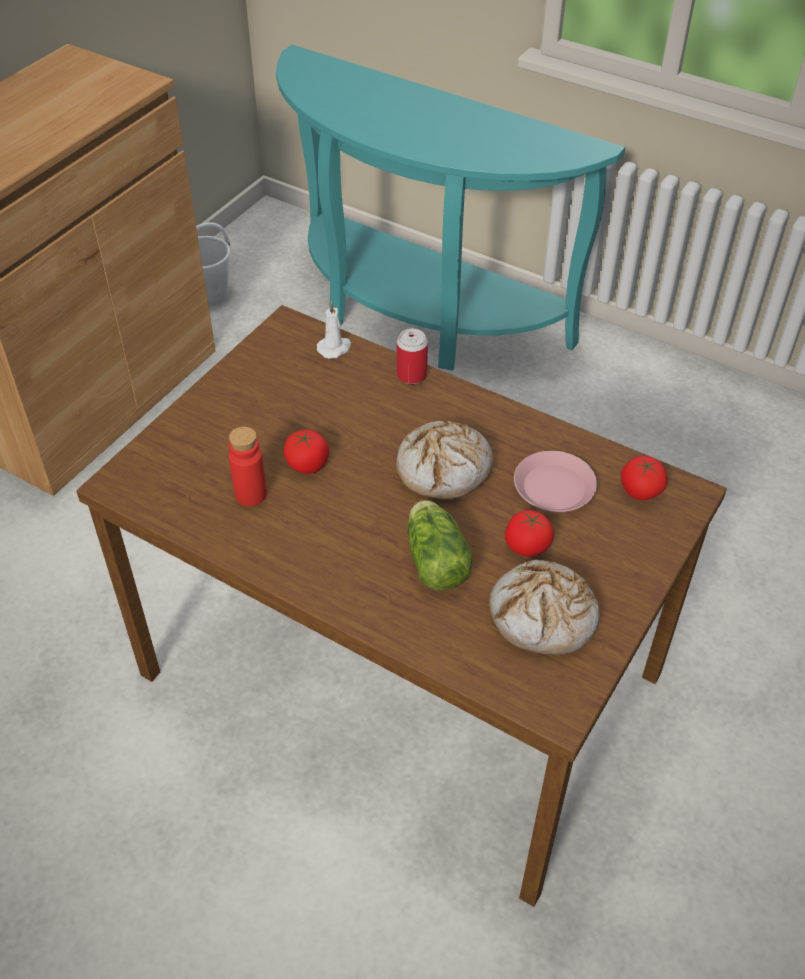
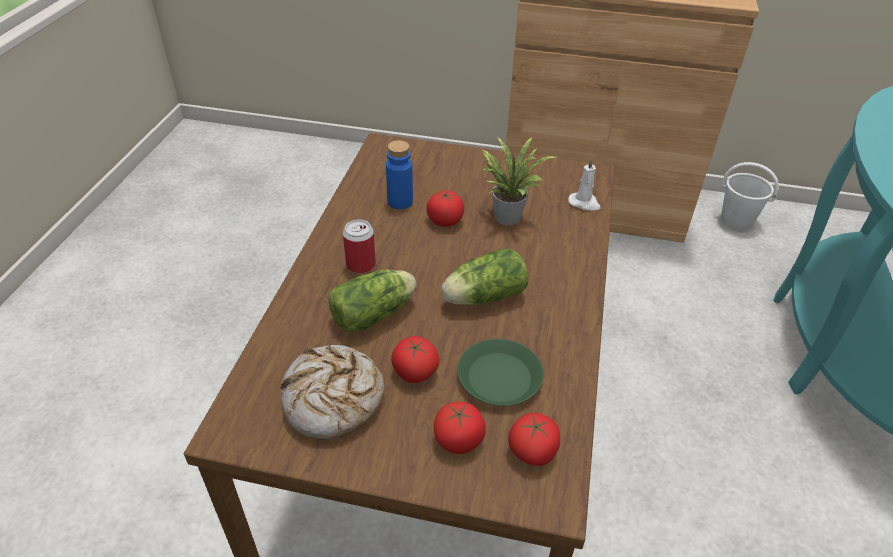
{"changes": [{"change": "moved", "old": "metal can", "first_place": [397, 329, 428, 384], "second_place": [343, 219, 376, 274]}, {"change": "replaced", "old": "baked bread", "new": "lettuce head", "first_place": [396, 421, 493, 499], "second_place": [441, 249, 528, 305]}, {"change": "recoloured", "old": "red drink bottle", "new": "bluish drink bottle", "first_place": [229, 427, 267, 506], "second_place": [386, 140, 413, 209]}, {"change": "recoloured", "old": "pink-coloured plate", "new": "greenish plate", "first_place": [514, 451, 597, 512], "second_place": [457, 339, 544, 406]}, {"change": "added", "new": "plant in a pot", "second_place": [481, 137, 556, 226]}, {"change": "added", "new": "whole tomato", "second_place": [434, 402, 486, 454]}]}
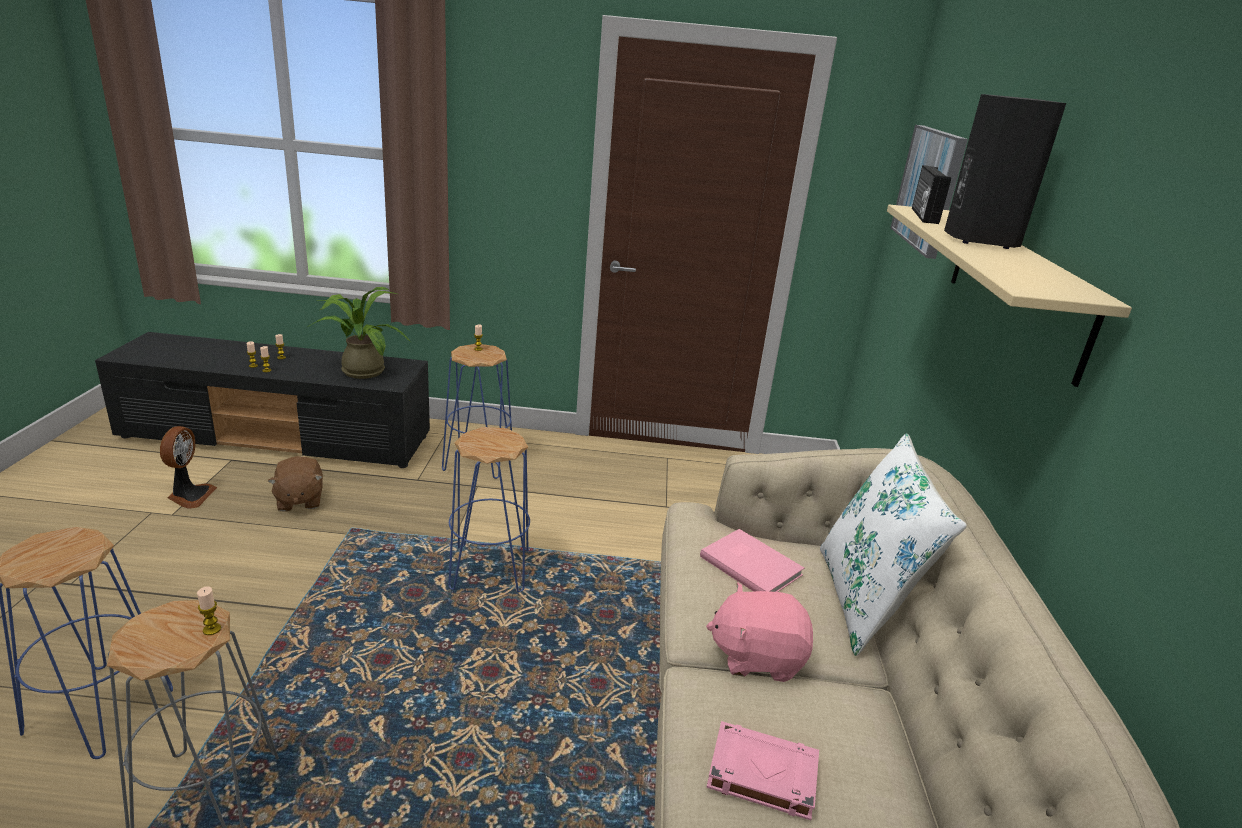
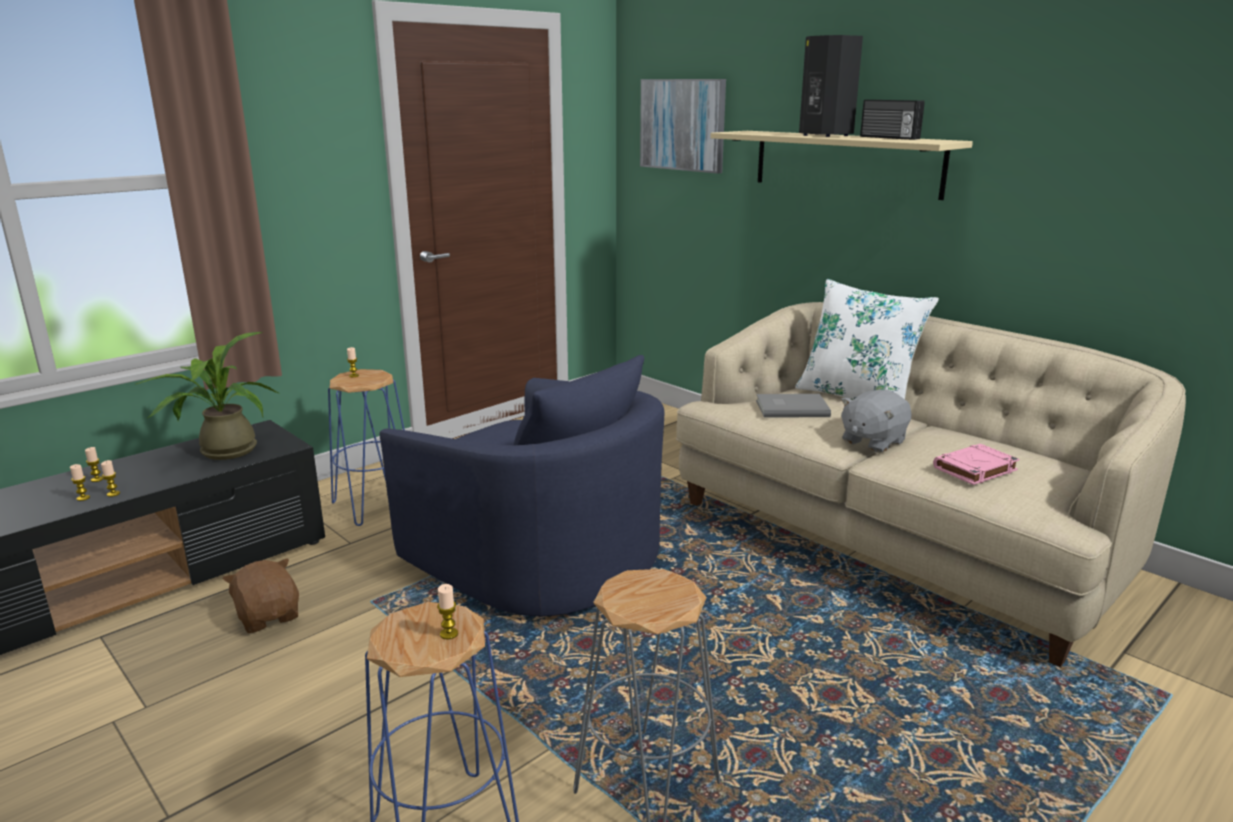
{"changes": [{"change": "moved", "old": "radio", "first_place": [912, 165, 951, 224], "second_place": [860, 100, 925, 140]}, {"change": "removed", "old": "cooling fan", "first_place": [160, 426, 217, 509]}, {"change": "replaced", "old": "bluish sitting stool", "new": "bluish easy chair", "first_place": [448, 427, 530, 593], "second_place": [380, 355, 664, 616]}, {"change": "turned", "old": "brownish cuddly toy", "first_place": [267, 456, 323, 511], "second_place": [223, 558, 299, 633], "degrees": -150}, {"change": "recoloured", "old": "pink-coloured book", "new": "greyish book", "first_place": [700, 529, 805, 592], "second_place": [756, 394, 831, 418]}, {"change": "recoloured", "old": "pink-coloured cuddly toy", "new": "greyish cuddly toy", "first_place": [706, 583, 813, 682], "second_place": [841, 389, 912, 453]}, {"change": "moved", "old": "wax light", "first_place": [197, 586, 221, 635], "second_place": [437, 584, 458, 640]}]}
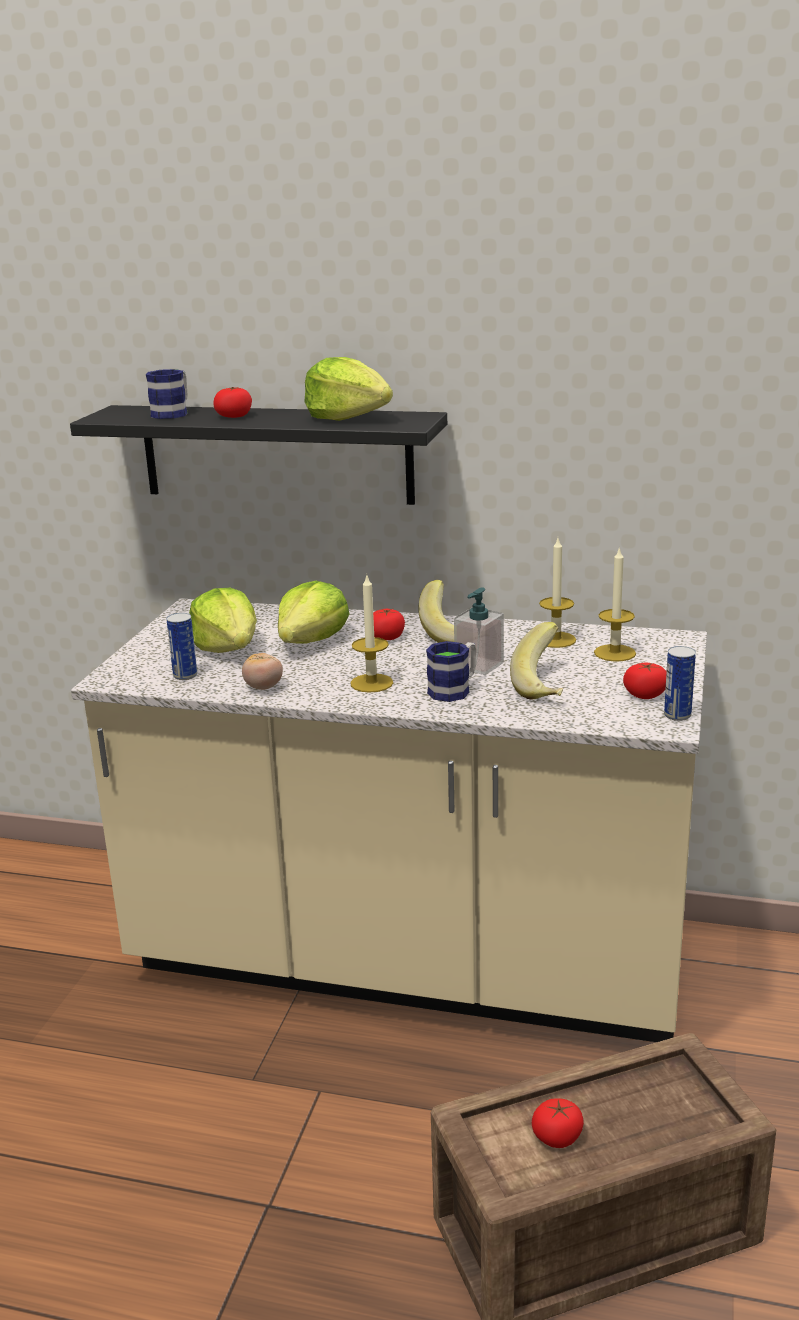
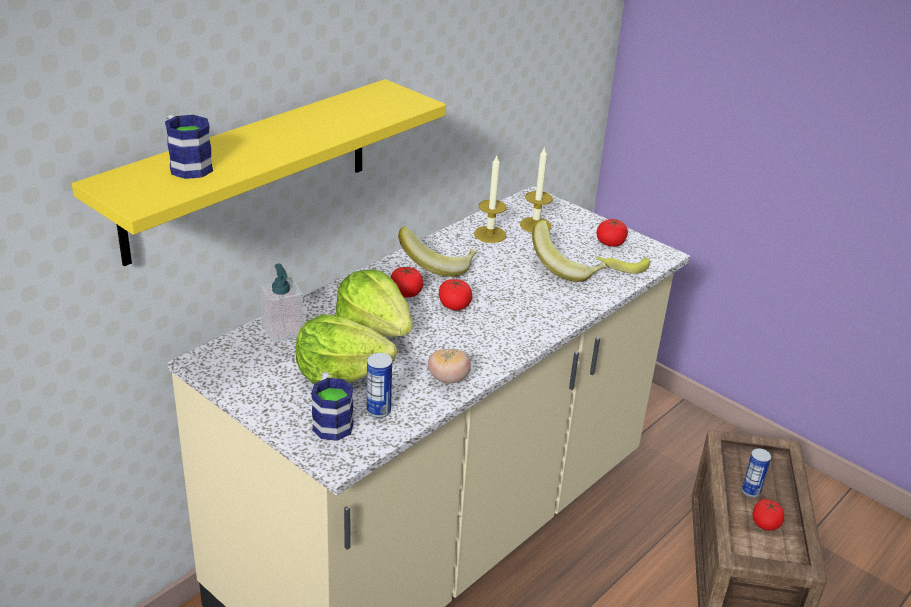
{"changes": [{"change": "removed", "old": "lettuce head", "first_place": [304, 357, 393, 421]}, {"change": "moved", "old": "whole tomato", "first_place": [213, 387, 252, 418], "second_place": [439, 279, 472, 310]}, {"change": "recoloured", "old": "blackish shelf", "new": "yellow-coloured shelf", "first_place": [70, 405, 447, 505], "second_place": [72, 79, 446, 266]}, {"change": "removed", "old": "wax light", "first_place": [350, 576, 393, 693]}, {"change": "moved", "old": "soap dispenser", "first_place": [454, 588, 504, 675], "second_place": [259, 264, 304, 342]}, {"change": "moved", "old": "mug", "first_place": [426, 641, 476, 702], "second_place": [311, 372, 353, 441]}, {"change": "moved", "old": "metal can", "first_place": [664, 646, 696, 721], "second_place": [742, 448, 771, 498]}, {"change": "added", "new": "banana fruit", "second_place": [595, 256, 650, 274]}]}
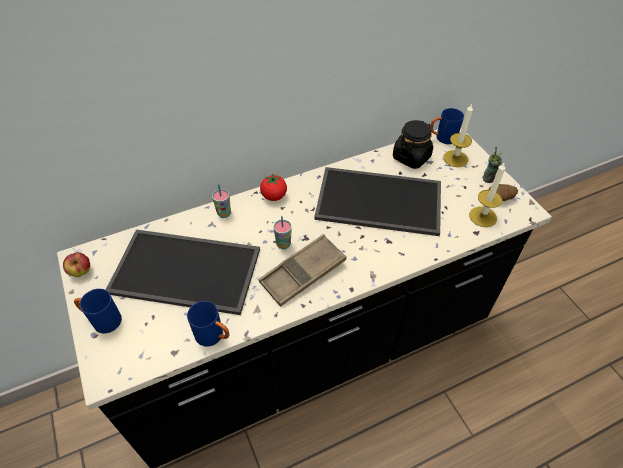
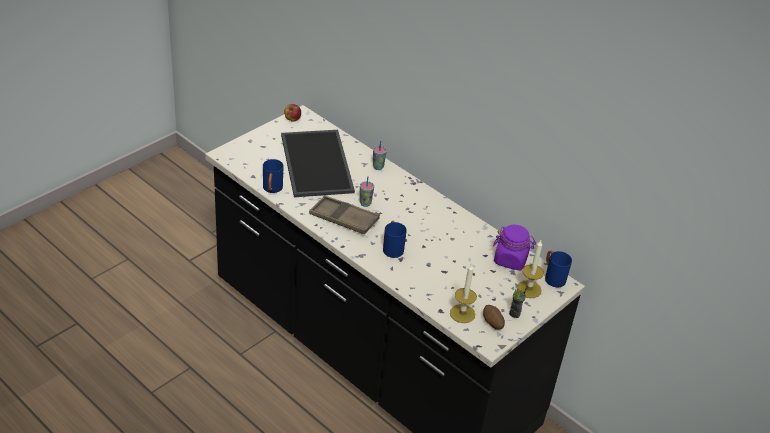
{"changes": [{"change": "recoloured", "old": "blackish jar", "new": "purplish jar", "first_place": [393, 120, 433, 169], "second_place": [493, 225, 536, 270]}, {"change": "removed", "old": "carrying tray", "first_place": [314, 167, 441, 236]}, {"change": "removed", "old": "whole tomato", "first_place": [260, 173, 287, 201]}, {"change": "moved", "old": "bluish mug", "first_place": [74, 289, 122, 334], "second_place": [383, 221, 407, 258]}]}
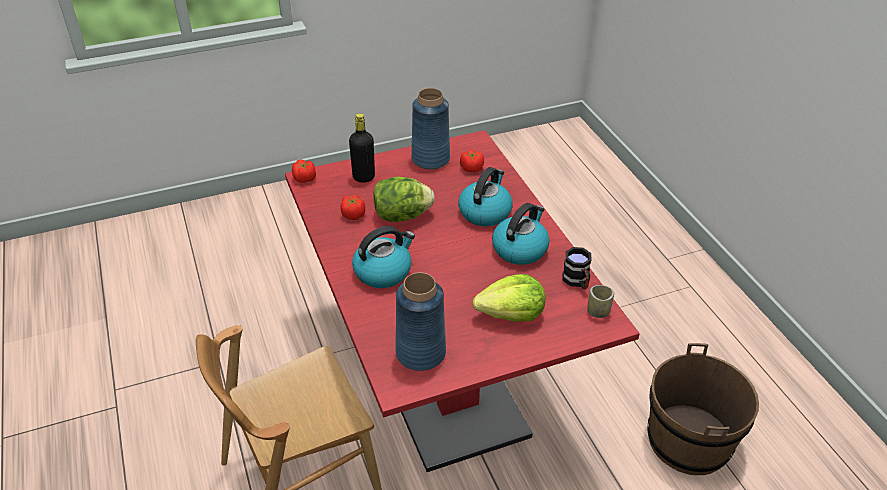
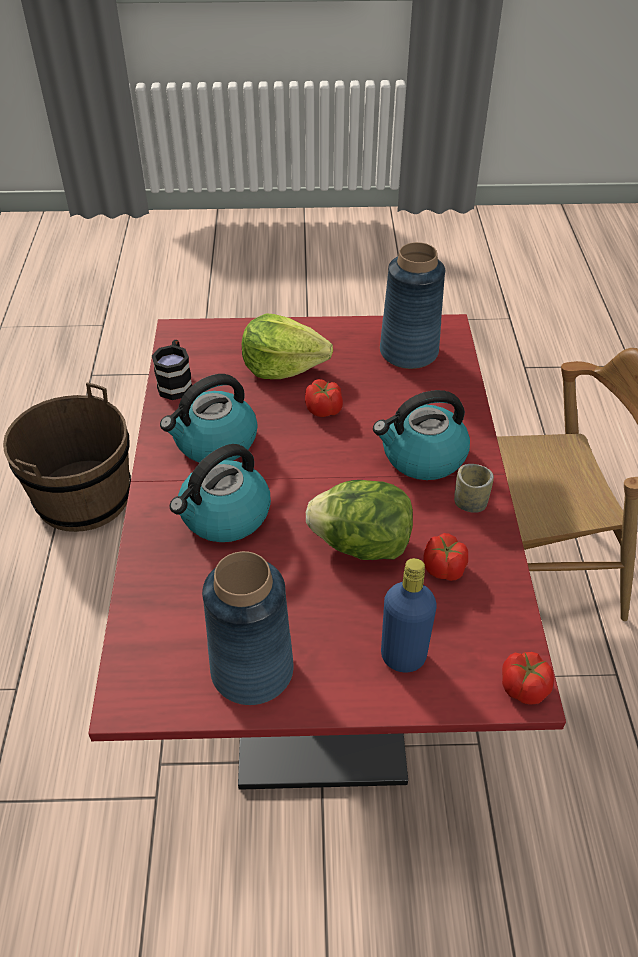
{"changes": [{"change": "recoloured", "old": "blackish drink bottle", "new": "bluish drink bottle", "first_place": [349, 113, 375, 183], "second_place": [381, 558, 437, 672]}, {"change": "moved", "old": "whole tomato", "first_place": [460, 150, 484, 172], "second_place": [305, 379, 343, 417]}, {"change": "moved", "old": "small cup", "first_place": [587, 285, 614, 318], "second_place": [454, 464, 494, 513]}]}
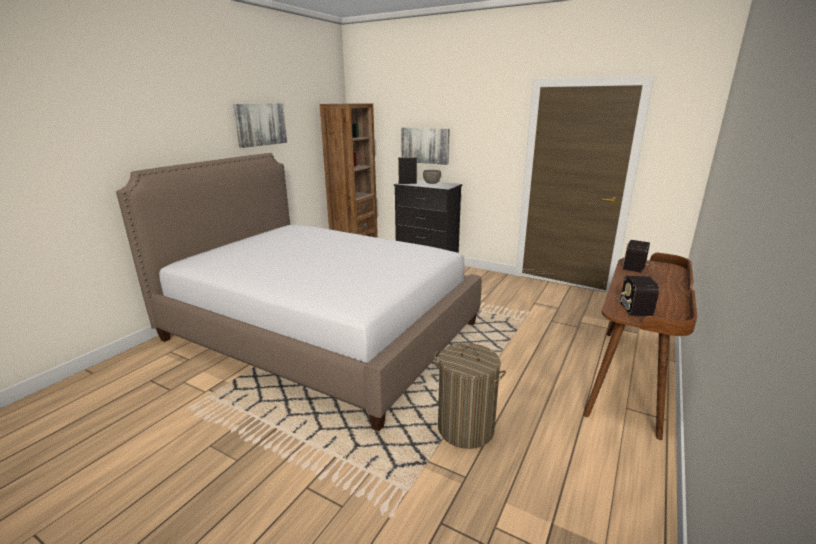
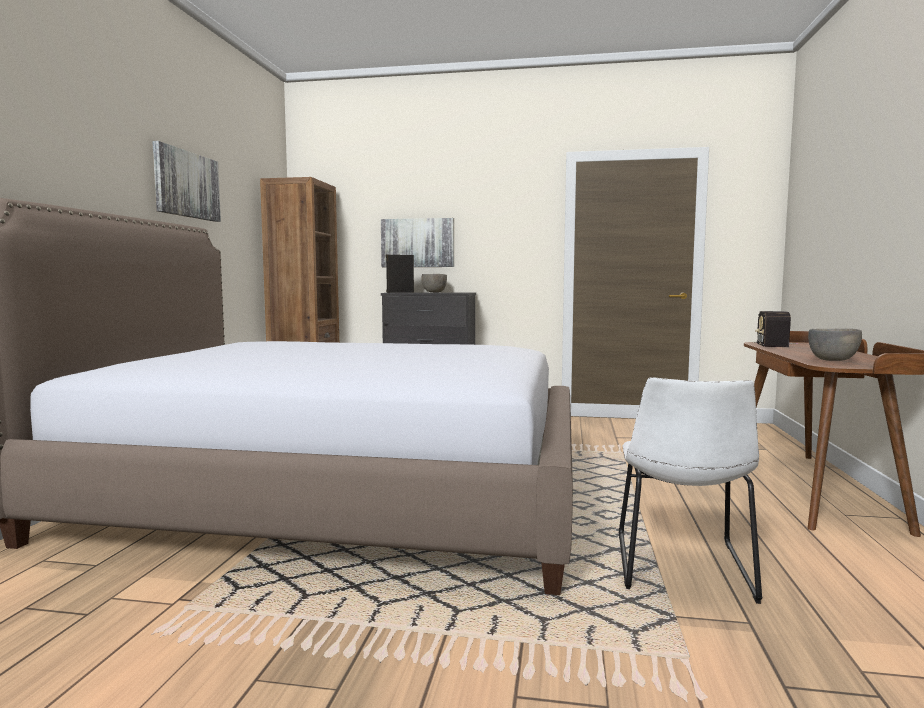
{"changes": [{"change": "replaced", "old": "radio", "new": "greyish serving bowl", "first_place": [615, 276, 659, 317], "second_place": [808, 328, 862, 361]}, {"change": "replaced", "old": "hamper", "new": "white chair", "first_place": [434, 343, 506, 449], "second_place": [619, 377, 762, 604]}]}
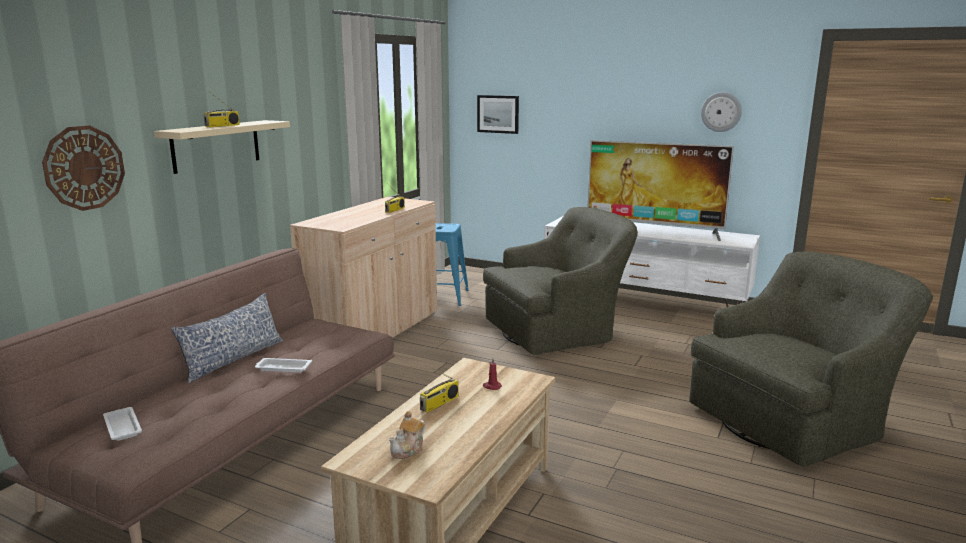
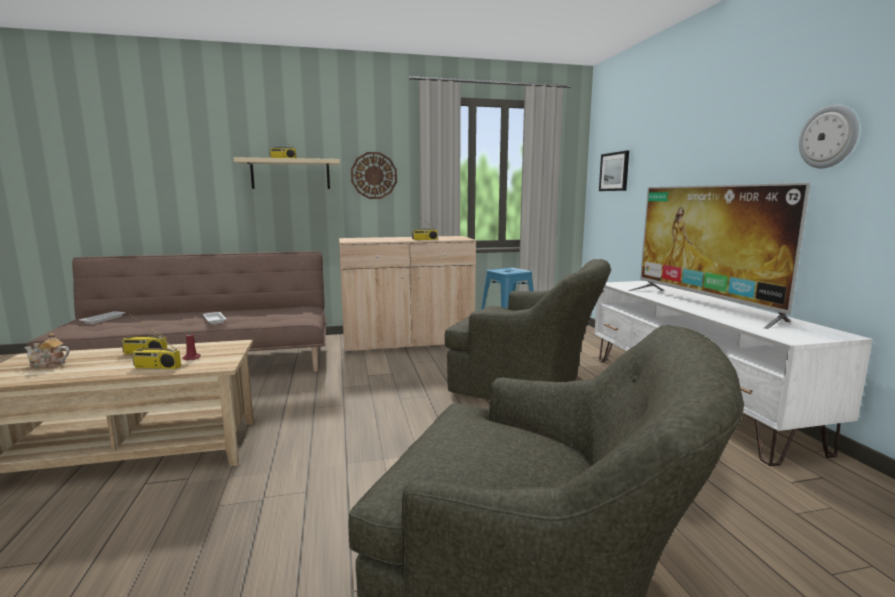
{"changes": [{"change": "moved", "old": "hanging clock", "first_place": [42, 125, 125, 211], "second_place": [351, 152, 397, 199]}, {"change": "removed", "old": "pillow", "first_place": [171, 293, 284, 384]}, {"change": "added", "new": "radio", "second_place": [132, 324, 181, 369]}]}
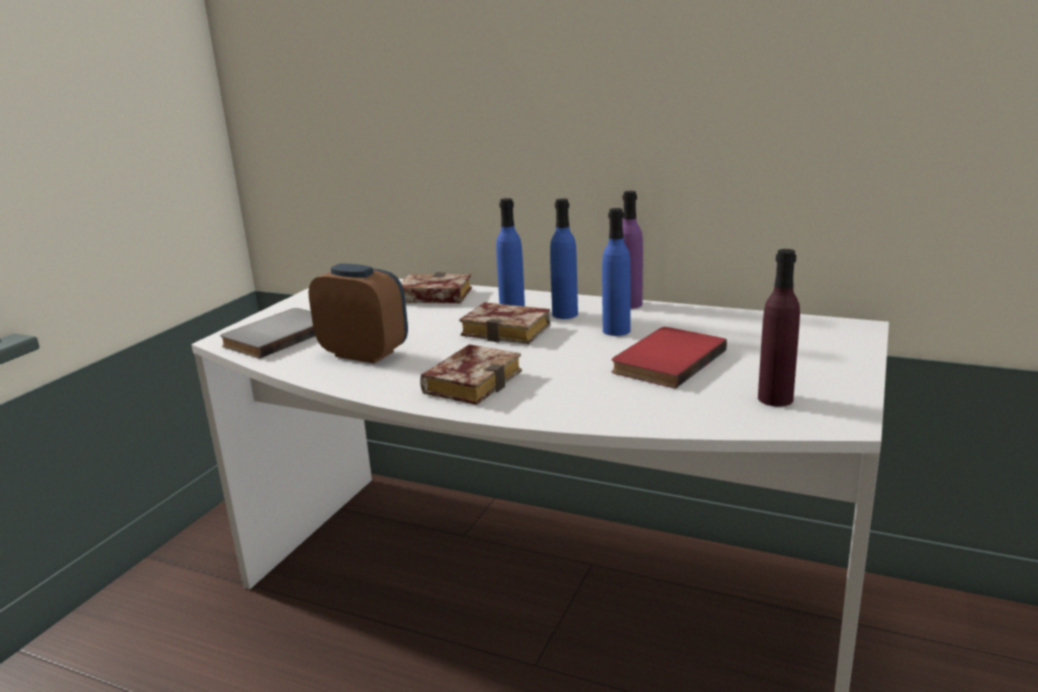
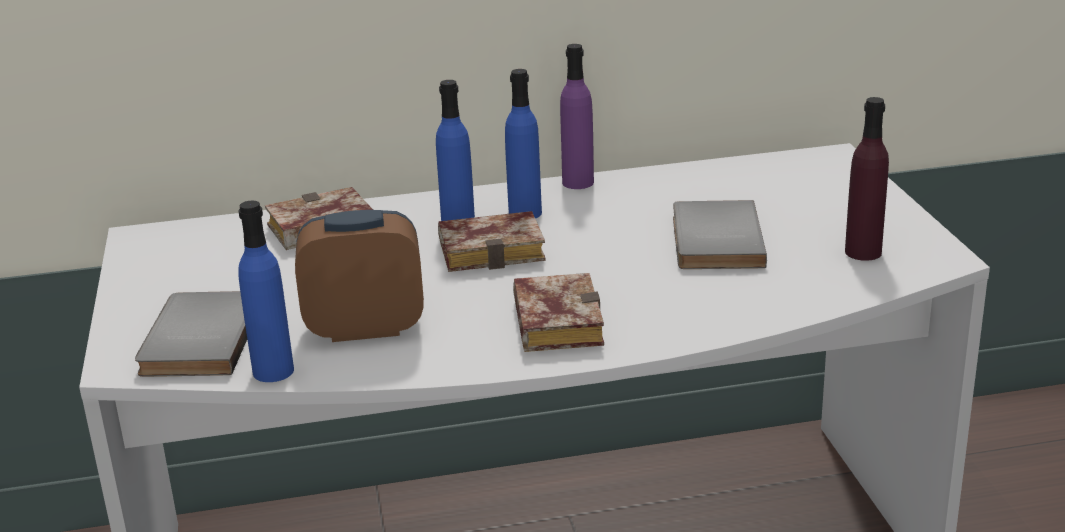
{"changes": [{"change": "moved", "old": "bluish drink bottle", "first_place": [602, 208, 630, 336], "second_place": [238, 200, 294, 382]}, {"change": "recoloured", "old": "red book", "new": "greyish book", "first_place": [612, 327, 727, 389], "second_place": [673, 200, 767, 269]}]}
